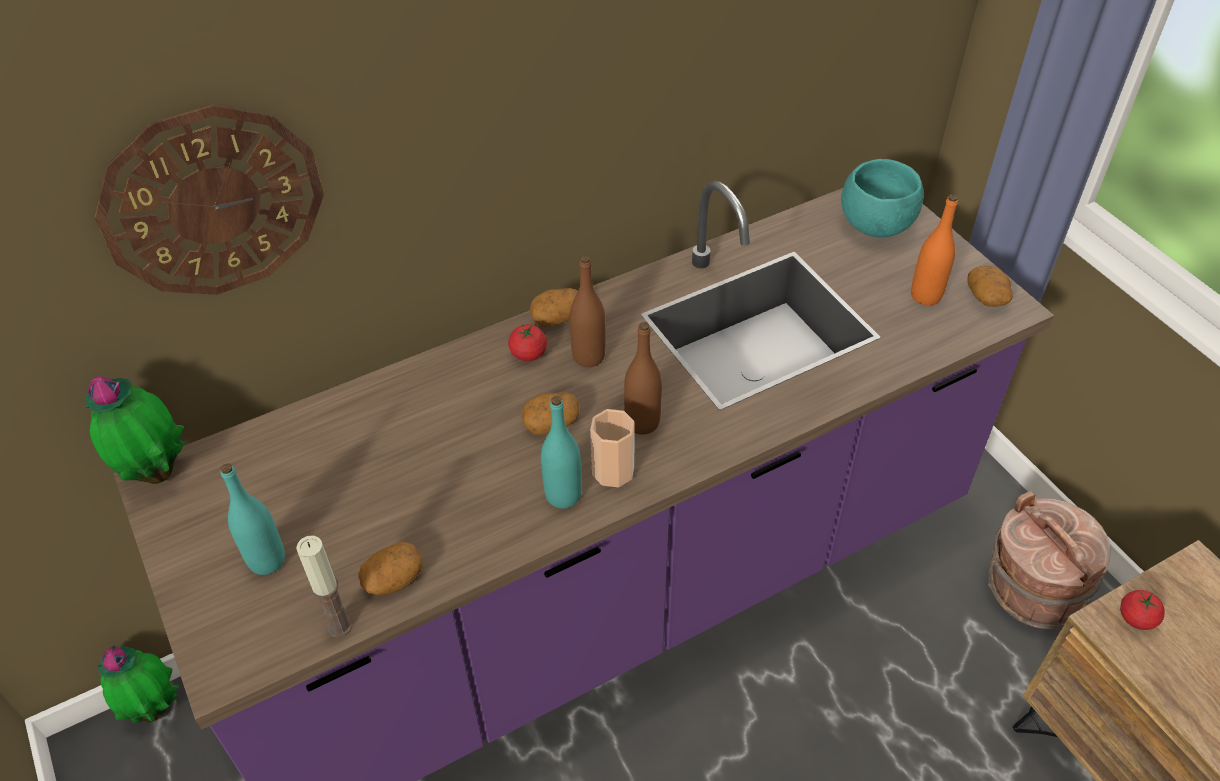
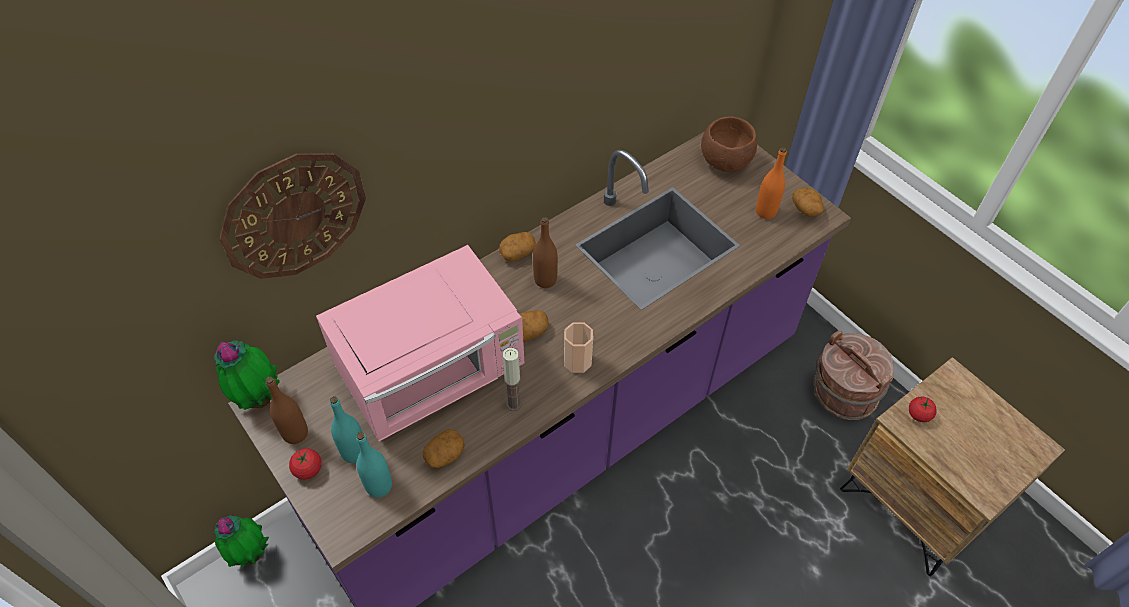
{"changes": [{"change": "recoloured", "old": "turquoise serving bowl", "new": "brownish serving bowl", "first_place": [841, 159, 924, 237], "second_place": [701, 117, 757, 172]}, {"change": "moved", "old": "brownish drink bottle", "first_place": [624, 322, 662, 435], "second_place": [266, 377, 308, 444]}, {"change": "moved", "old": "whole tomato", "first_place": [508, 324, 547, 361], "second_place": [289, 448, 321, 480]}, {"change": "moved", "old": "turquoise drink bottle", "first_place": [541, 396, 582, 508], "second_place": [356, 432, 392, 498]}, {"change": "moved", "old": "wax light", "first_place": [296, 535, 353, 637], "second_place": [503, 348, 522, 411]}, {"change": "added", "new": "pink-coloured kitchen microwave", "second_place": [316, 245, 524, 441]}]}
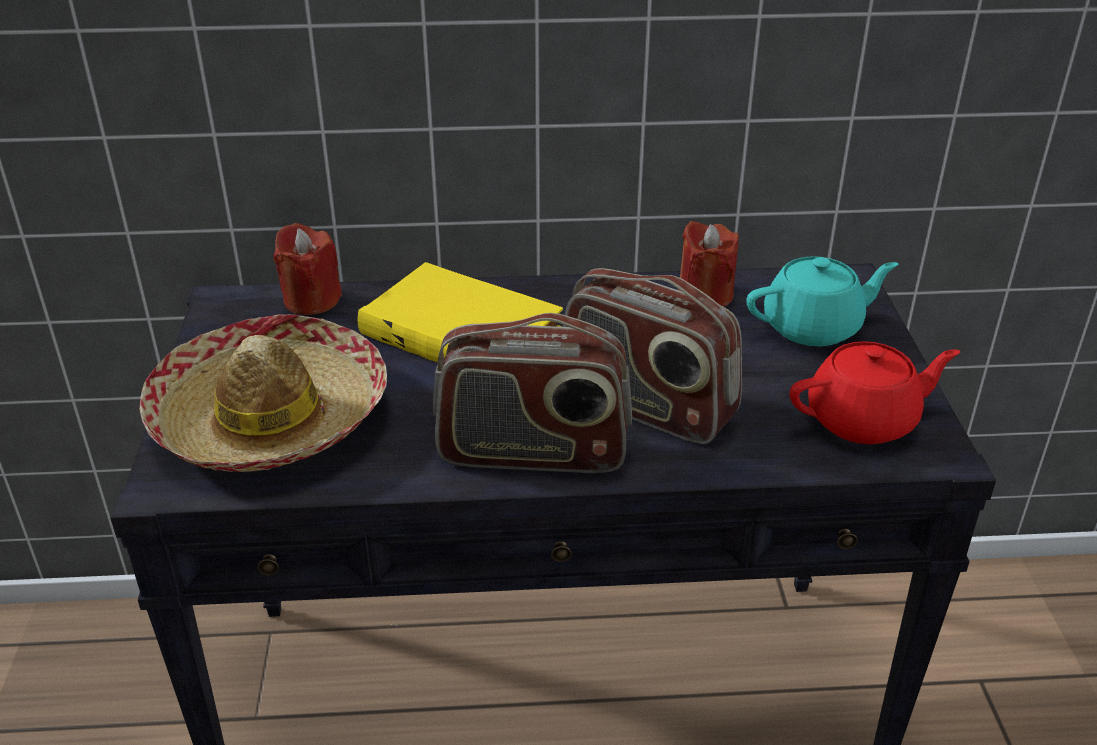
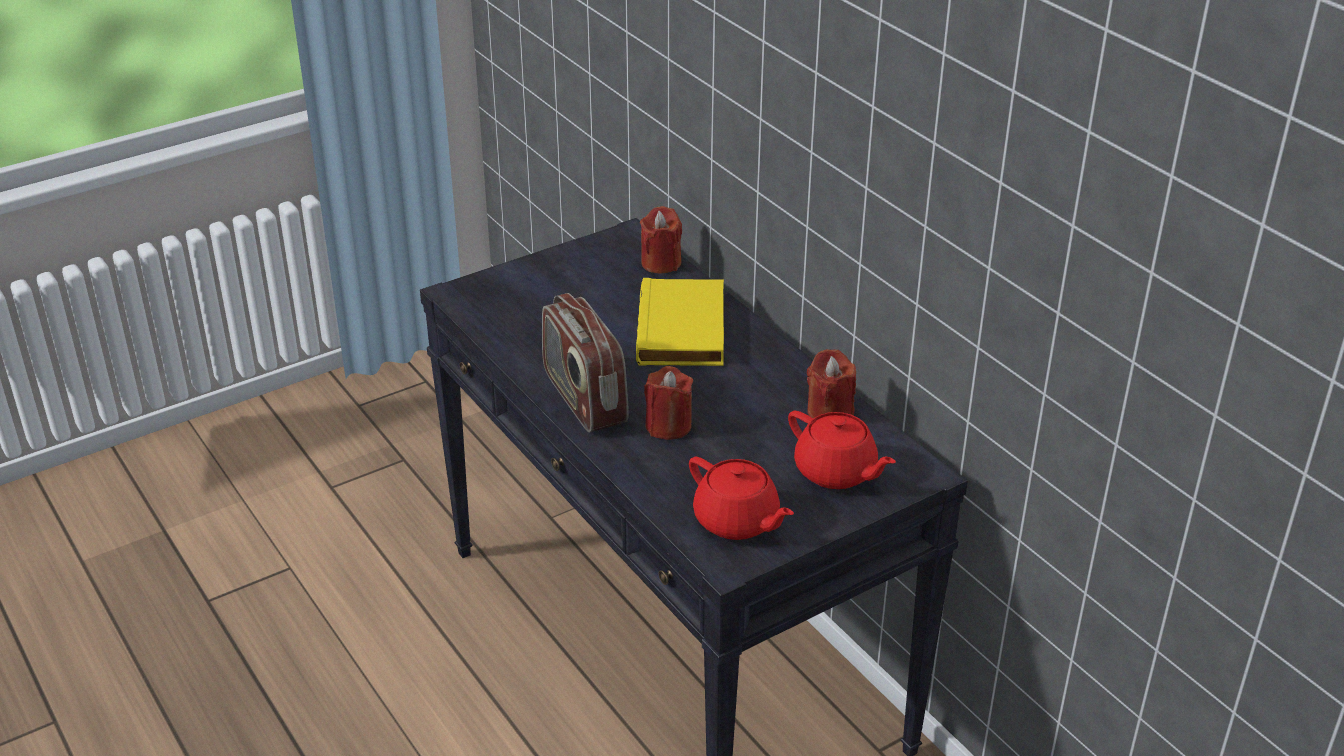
{"changes": [{"change": "recoloured", "old": "turquoise teapot", "new": "red teapot", "first_place": [746, 256, 898, 346], "second_place": [788, 410, 896, 489]}, {"change": "replaced", "old": "radio", "new": "red wax light", "first_place": [563, 268, 742, 444], "second_place": [644, 366, 693, 440]}, {"change": "removed", "old": "hat", "first_place": [140, 314, 387, 472]}]}
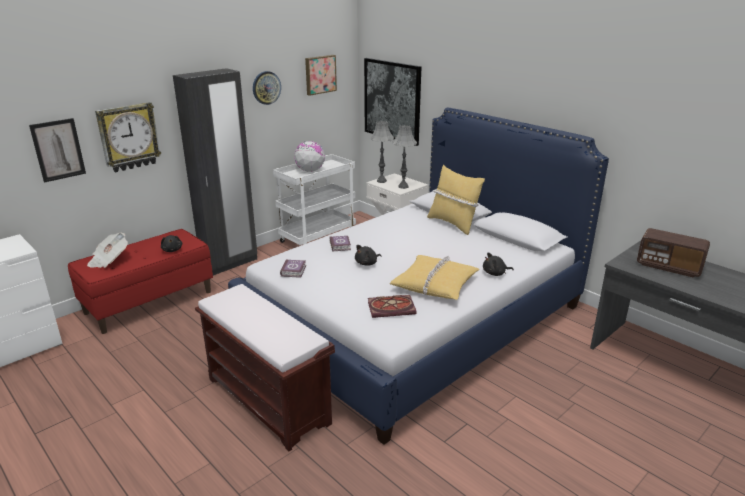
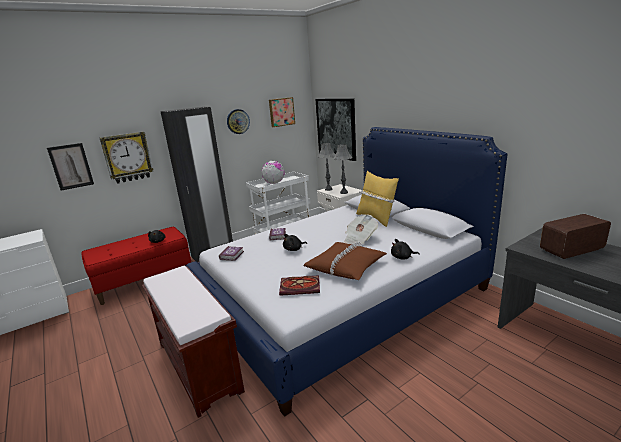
{"changes": [{"change": "turned", "old": "radio", "first_place": [637, 228, 710, 277], "second_place": [540, 214, 611, 259], "degrees": 120}, {"change": "moved", "old": "printed paper", "first_place": [87, 233, 128, 268], "second_place": [344, 214, 378, 244]}, {"change": "recoloured", "old": "yellow-coloured pillow", "new": "brownish pillow", "first_place": [390, 255, 480, 300], "second_place": [304, 242, 387, 280]}]}
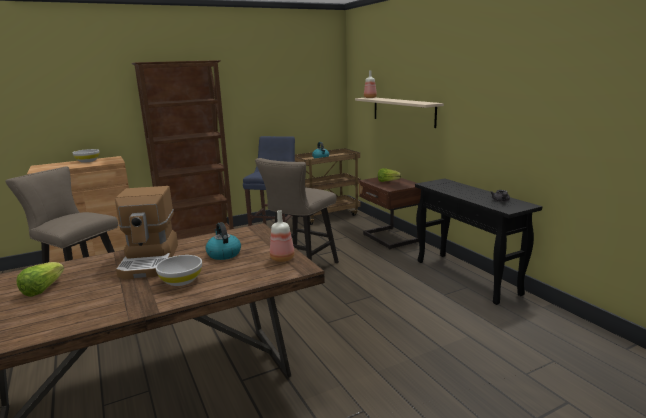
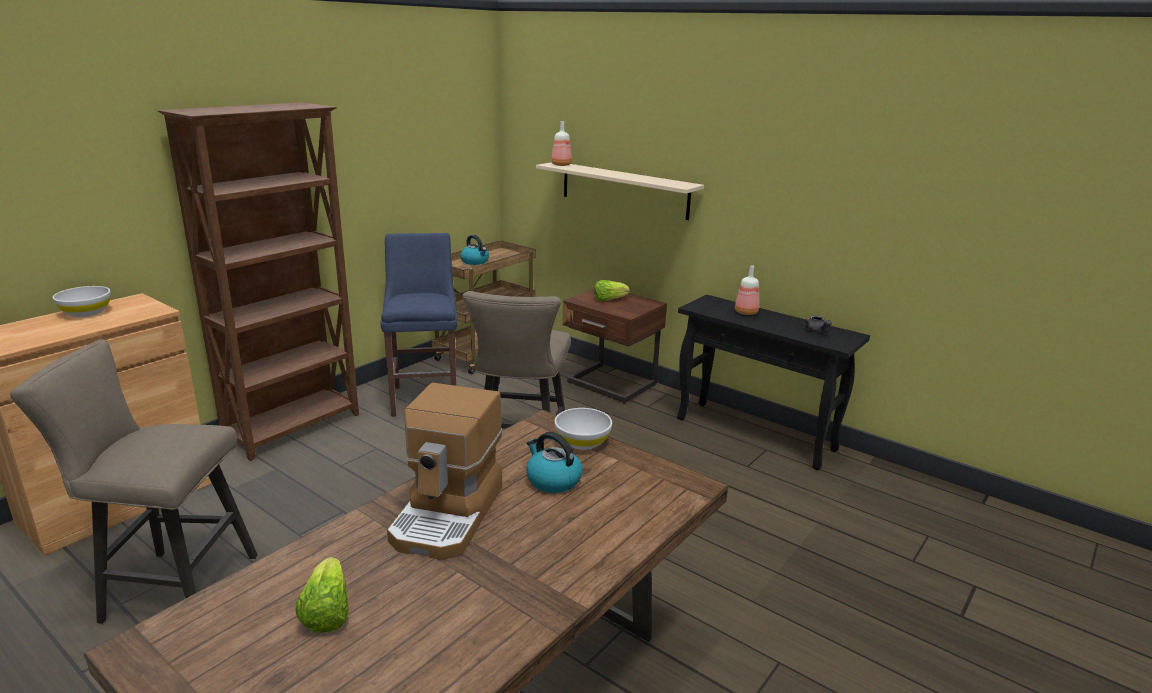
{"changes": [{"change": "turned", "old": "coffee brewer", "first_place": [115, 186, 178, 279], "second_place": [387, 383, 502, 560], "degrees": 45}, {"change": "moved", "old": "drink bottle", "first_place": [270, 210, 295, 262], "second_place": [735, 266, 759, 315]}, {"change": "moved", "old": "white serving bowl", "first_place": [155, 255, 202, 286], "second_place": [555, 408, 612, 450]}]}
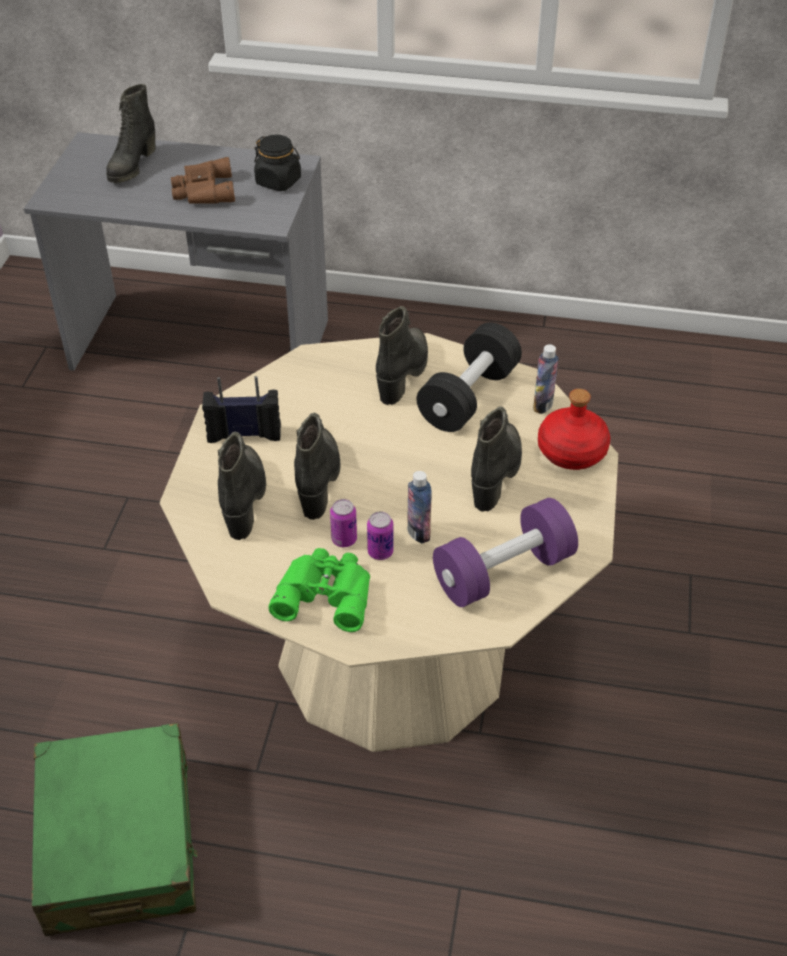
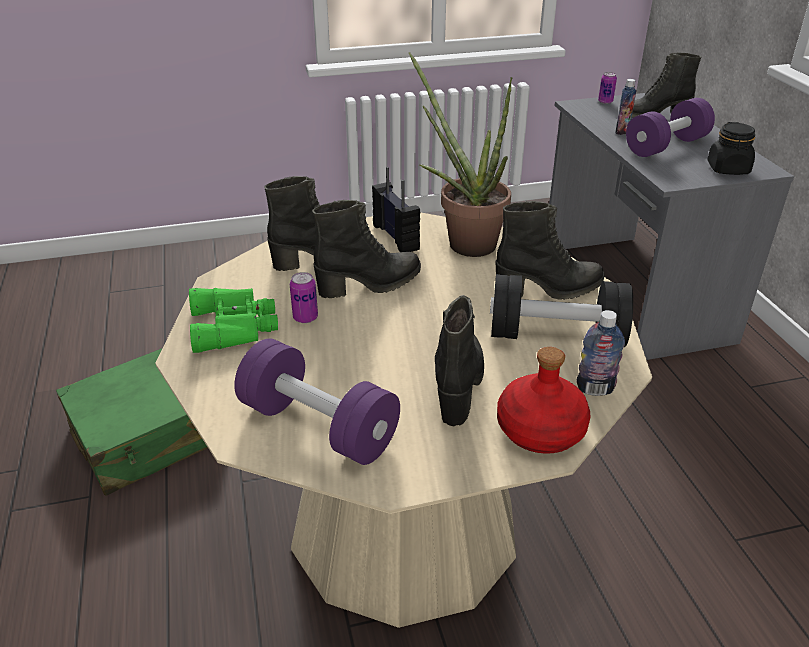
{"changes": [{"change": "replaced", "old": "brownish field glasses", "new": "purplish dumbbell", "first_place": [171, 157, 235, 204], "second_place": [626, 98, 715, 157]}, {"change": "turned", "old": "blackish high-top boot", "first_place": [471, 406, 522, 512], "second_place": [435, 295, 484, 427], "degrees": -75}, {"change": "moved", "old": "drink bottle", "first_place": [407, 471, 432, 544], "second_place": [615, 79, 637, 135]}, {"change": "moved", "old": "metal can", "first_place": [367, 511, 393, 560], "second_place": [598, 72, 617, 104]}, {"change": "added", "new": "plant in a pot", "second_place": [409, 52, 512, 257]}]}
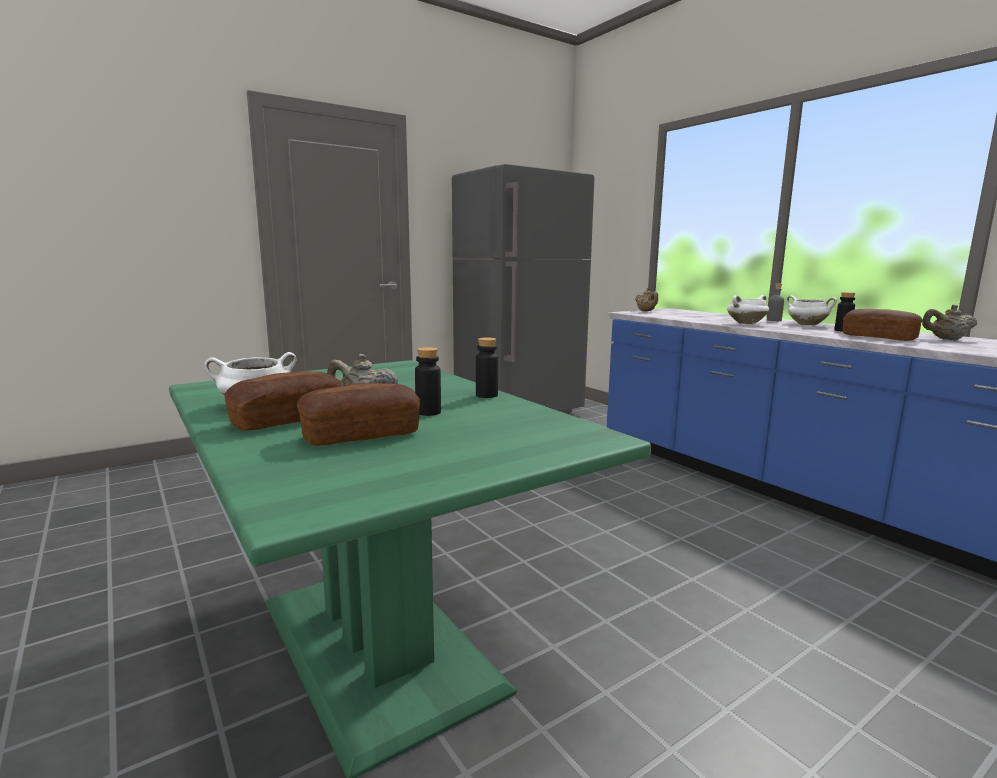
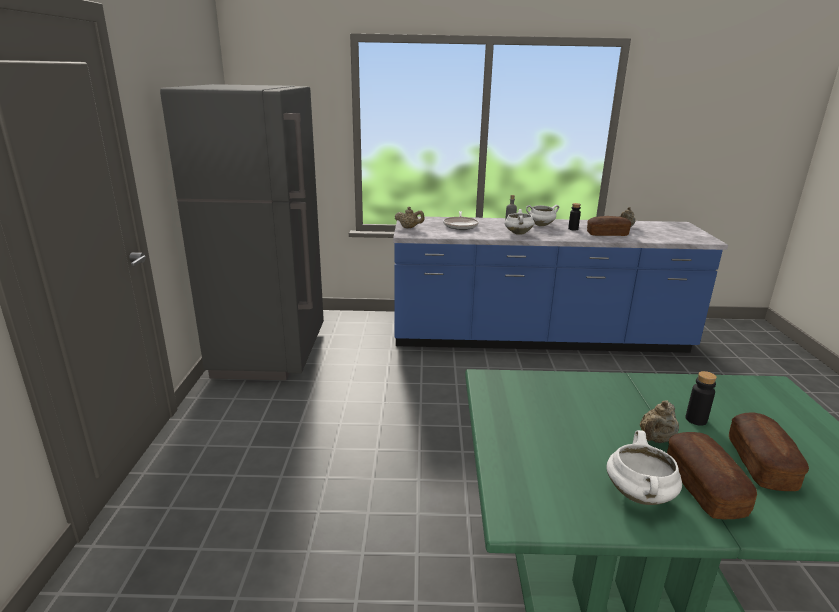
{"changes": [{"change": "removed", "old": "blackish drink bottle", "first_place": [476, 338, 498, 398]}, {"change": "added", "new": "frying pan", "second_place": [443, 211, 479, 230]}]}
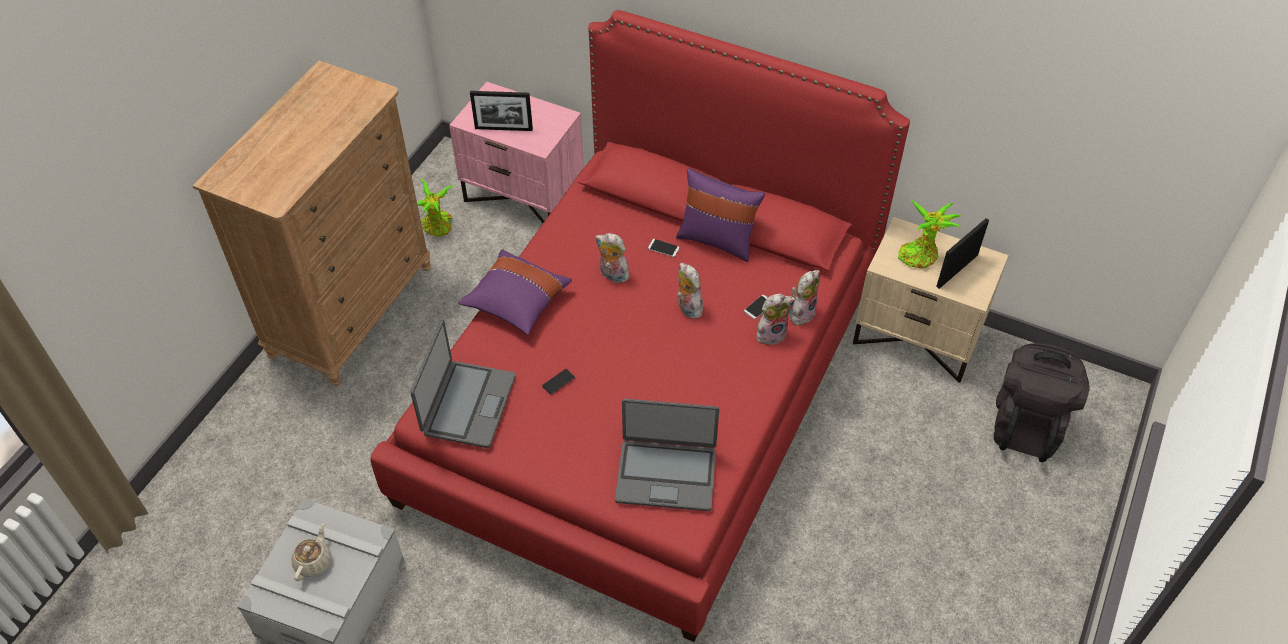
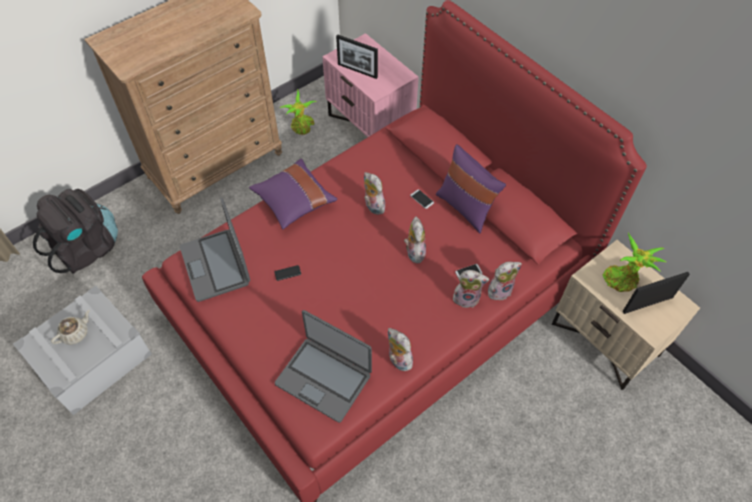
{"changes": [{"change": "turned", "old": "portable computer", "first_place": [410, 320, 516, 448], "second_place": [180, 198, 250, 302], "degrees": 120}, {"change": "moved", "old": "blackish backpack", "first_place": [994, 343, 1090, 462], "second_place": [33, 189, 118, 274]}, {"change": "added", "new": "cuddly toy", "second_place": [388, 328, 413, 371]}]}
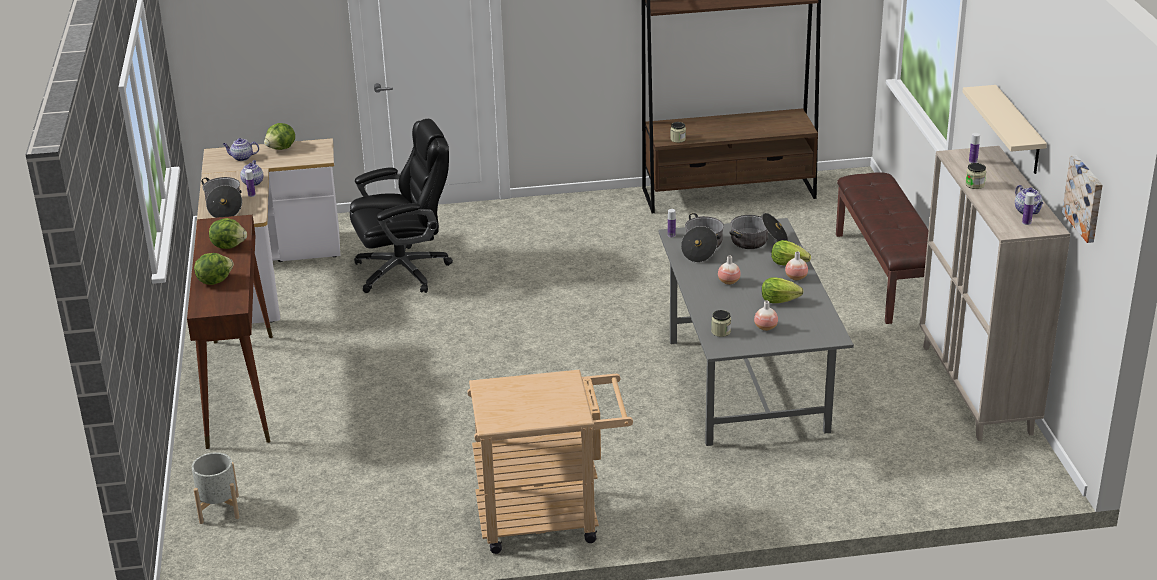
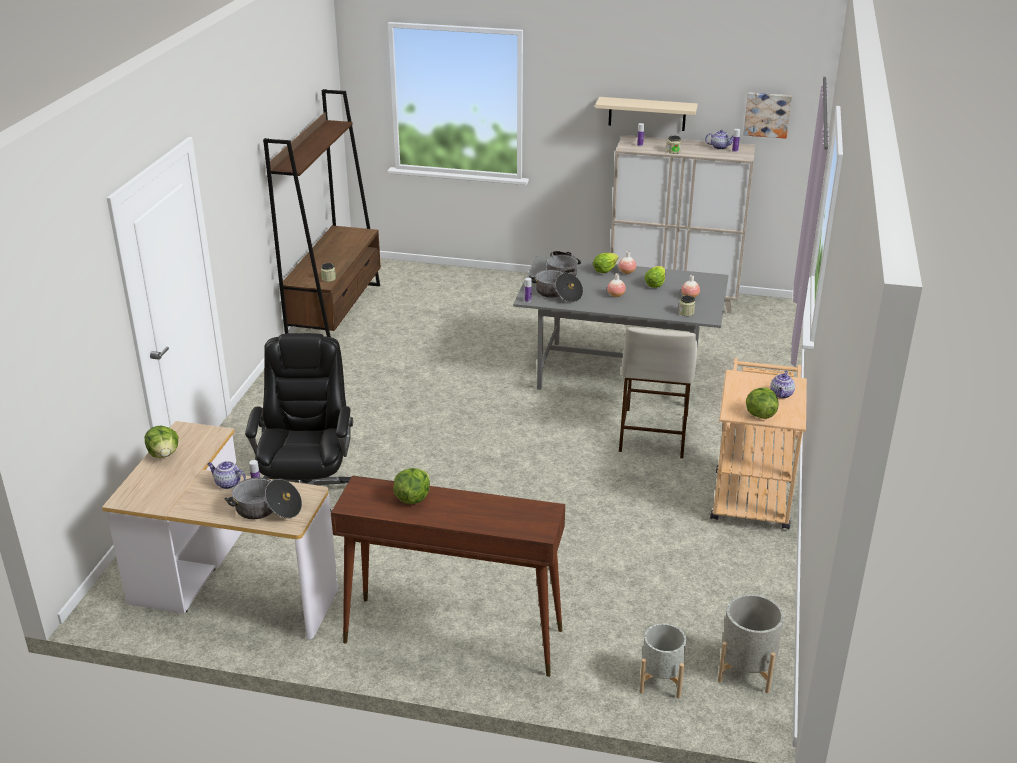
{"changes": [{"change": "moved", "old": "teapot", "first_place": [222, 138, 259, 161], "second_place": [770, 371, 795, 398]}, {"change": "removed", "old": "brownish long seat", "first_place": [836, 172, 928, 324]}, {"change": "moved", "old": "lettuce head", "first_place": [194, 253, 234, 285], "second_place": [746, 388, 778, 419]}, {"change": "added", "new": "beige sitting stool", "second_place": [619, 327, 697, 458]}, {"change": "added", "new": "greyish plant pot", "second_place": [718, 594, 784, 693]}]}
